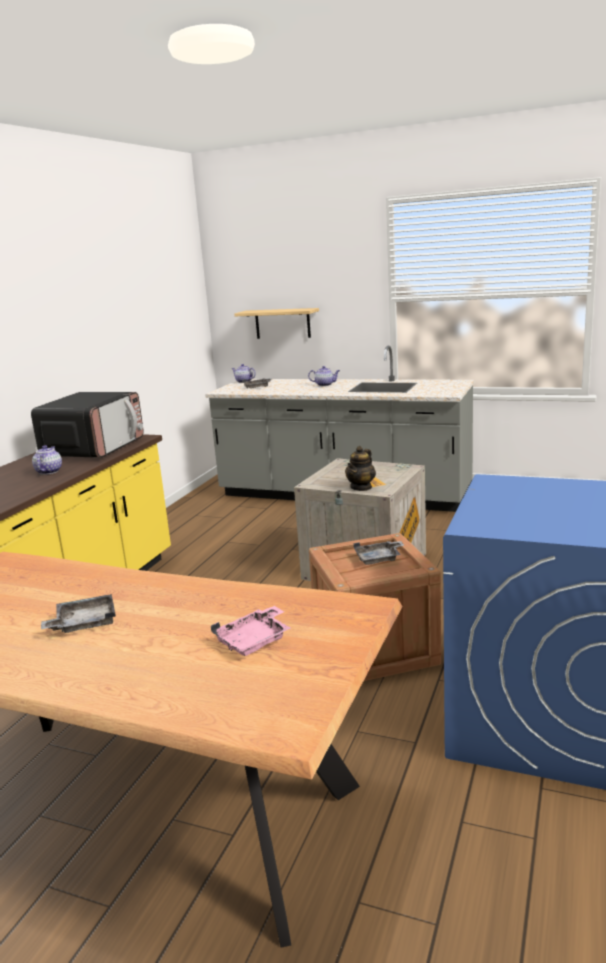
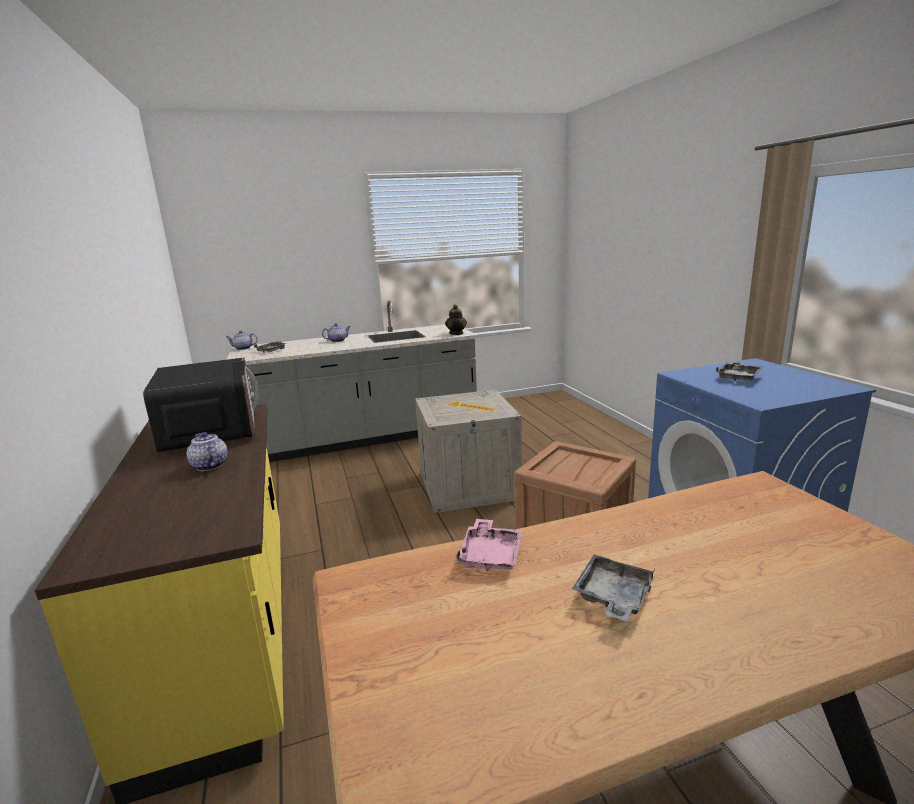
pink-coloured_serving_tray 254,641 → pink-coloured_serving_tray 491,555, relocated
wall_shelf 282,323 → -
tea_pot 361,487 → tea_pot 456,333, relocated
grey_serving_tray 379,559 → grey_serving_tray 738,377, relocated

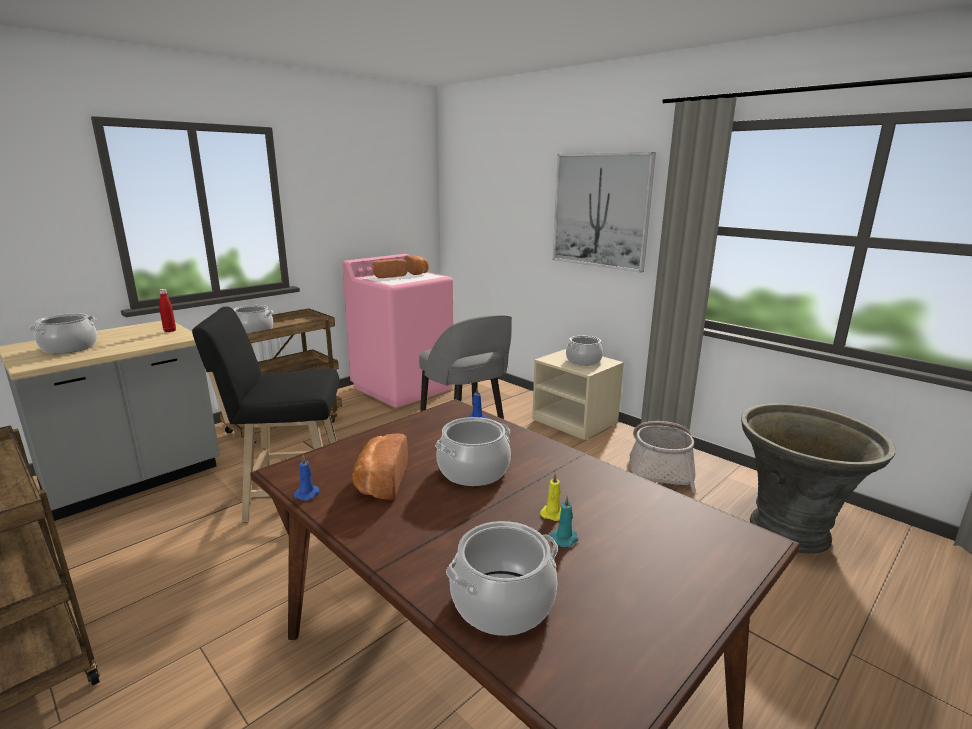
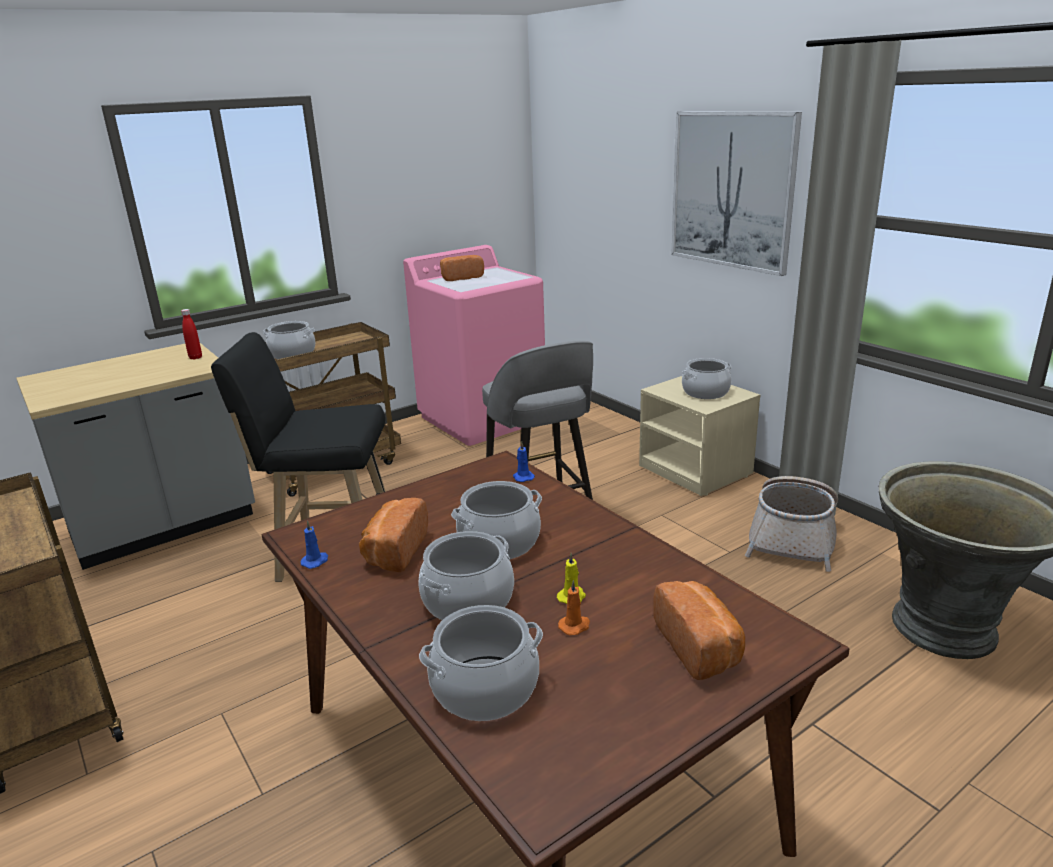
stockpot 69,347 → stockpot 468,601, relocated
bread 417,272 → bread 700,647, relocated
blue-green_wax_candle 565,539 → orange-coloured_wax_candle 575,626

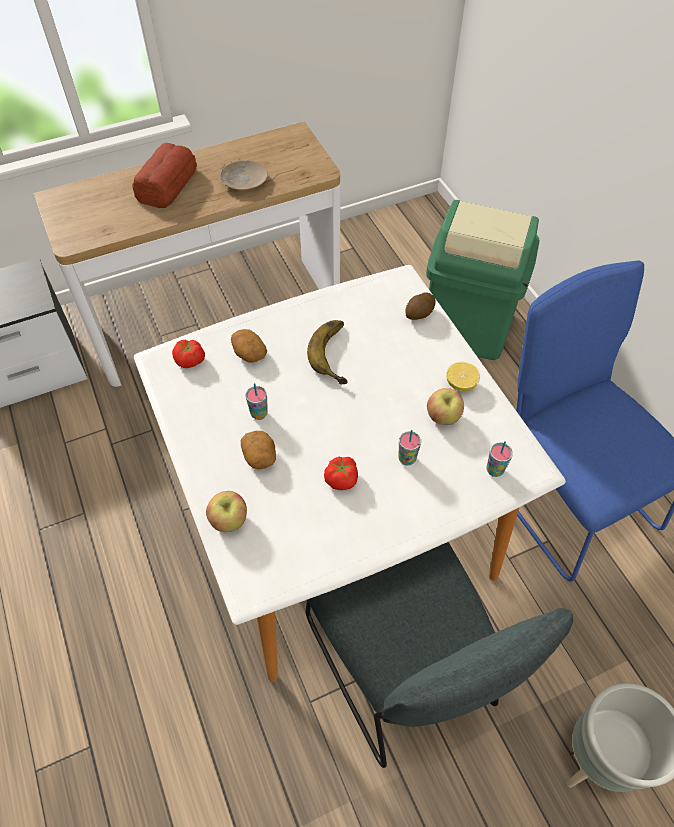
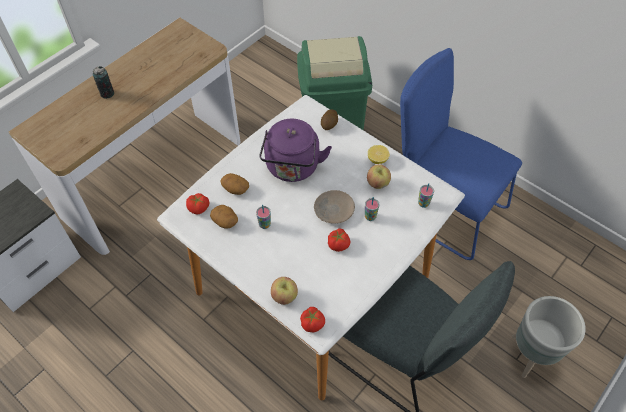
bread 166,185 → sealed_can 107,93
beige_flat_dish 244,181 → beige_flat_dish 333,210, relocated
potato 260,456 → potato 225,221, relocated
banana_fruit 337,354 → purple-coloured_water_kettle 292,168
- → whole_tomato 312,323

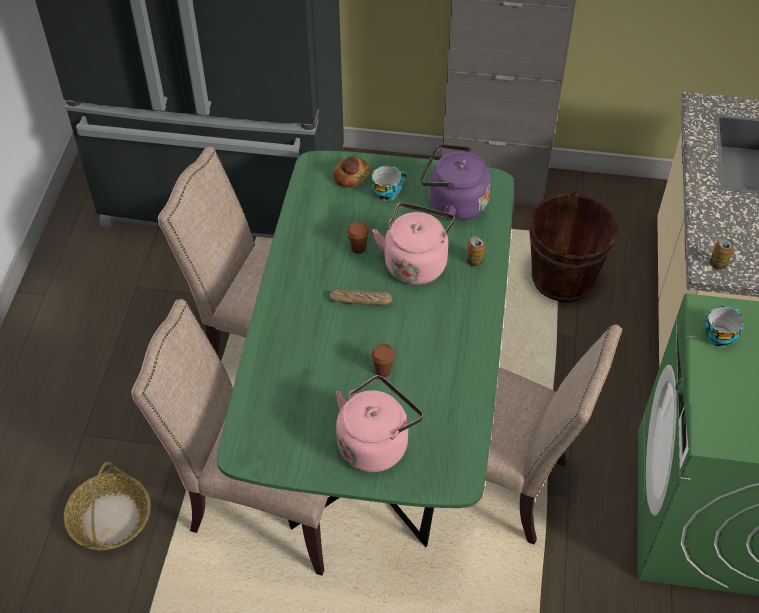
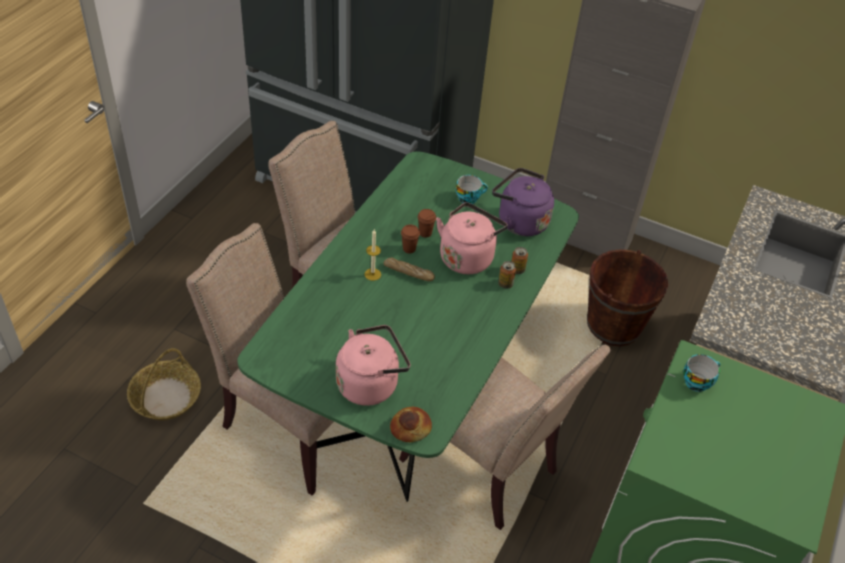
bread 351,177 → bread 410,428, relocated
brown-coloured_drinking_cup 383,370 → brown-coloured_drinking_cup 409,249, relocated
sealed_can 718,264 → sealed_can 505,284, relocated
- → wax_candle 372,274

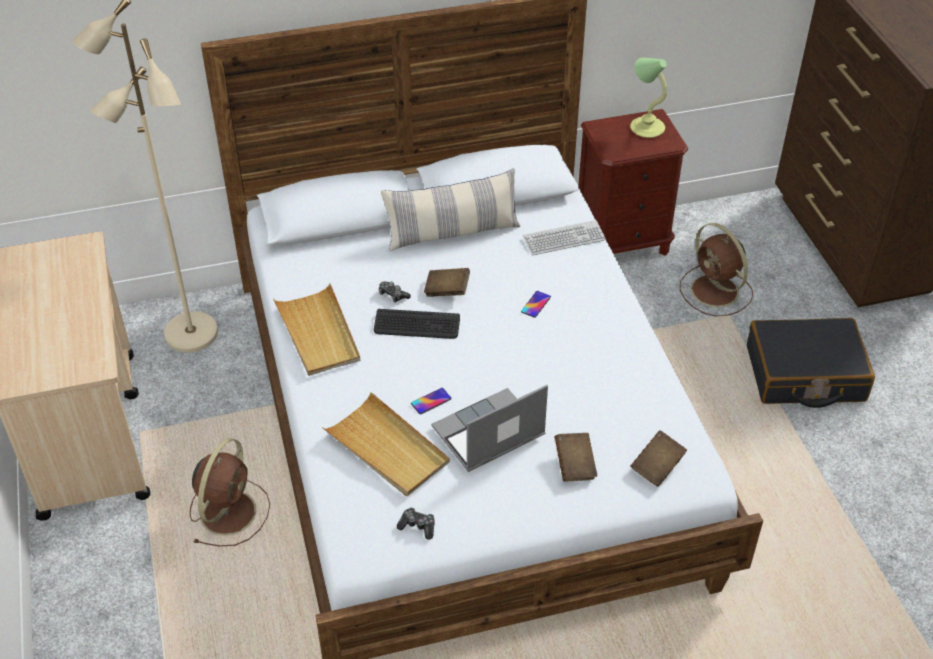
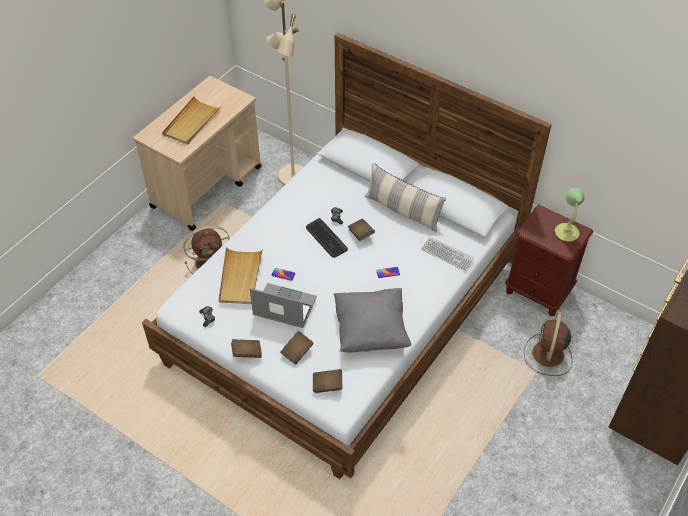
beige_serving_tray 318,333 → beige_serving_tray 191,123, relocated
black-coloured_piece_of_luggage 805,374 → -
- → brown-coloured_volume 247,353
- → grey_cushion 371,331

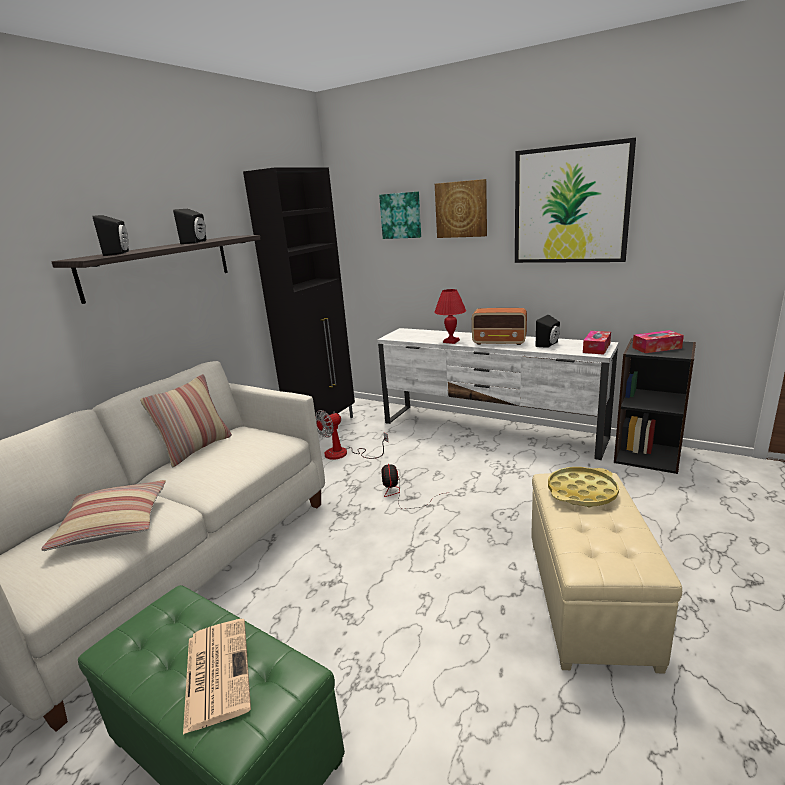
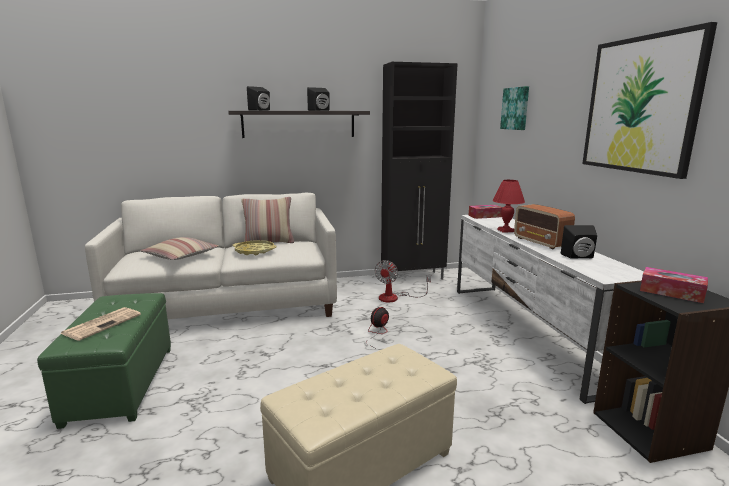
fan 344,454 → fan 395,297, 75 degrees counterclockwise
wall_picture 461,209 → -
yellowish_serving_tray 582,492 → yellowish_serving_tray 254,251, relocated
box_of_tissues 596,348 → box_of_tissues 485,216, relocated

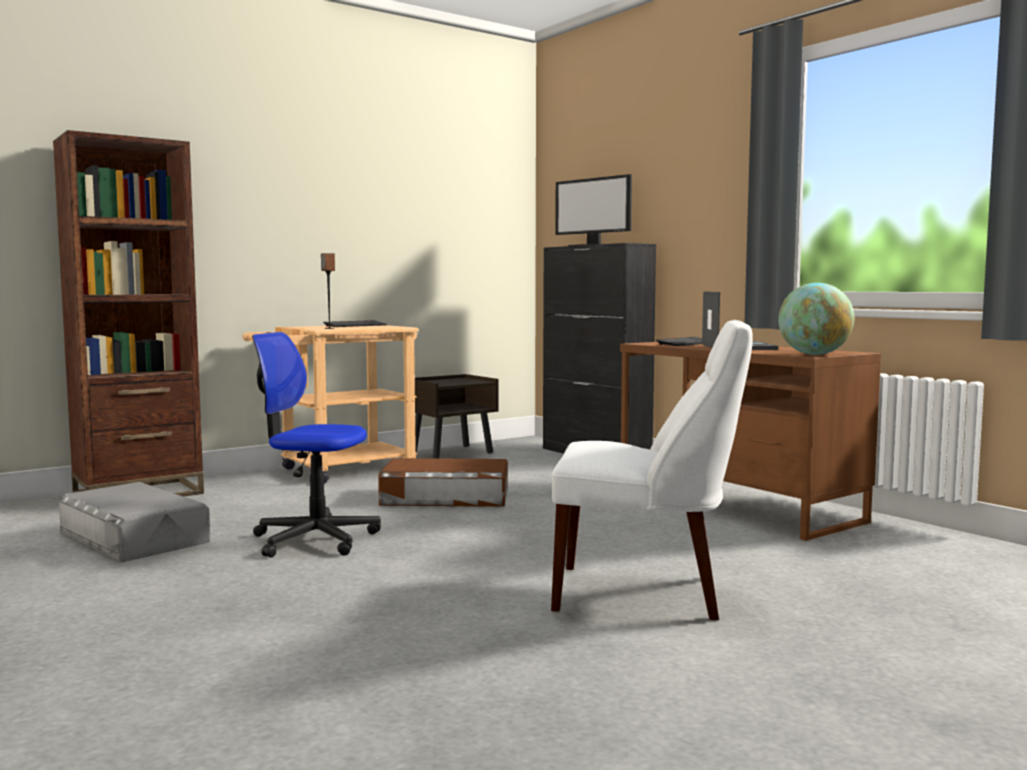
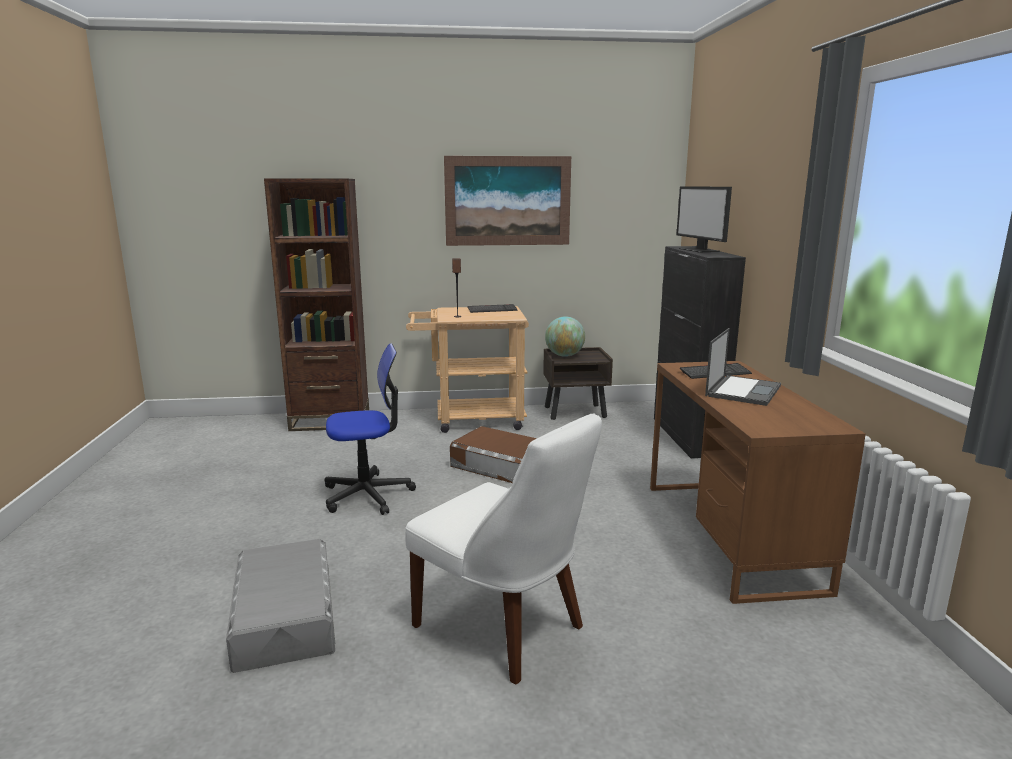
grey_storage_container 133,537 → grey_storage_container 284,614, relocated
office_chair 314,539 → office_chair 367,495, 120 degrees clockwise
globe 814,354 → globe 564,355, relocated
- → wall_picture 507,201

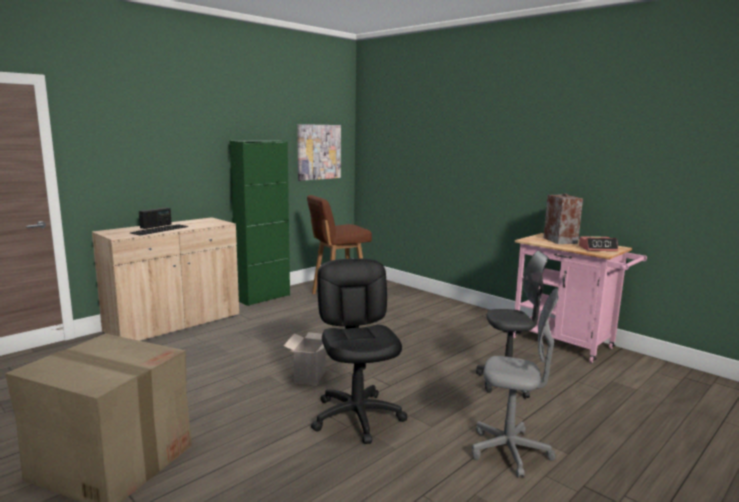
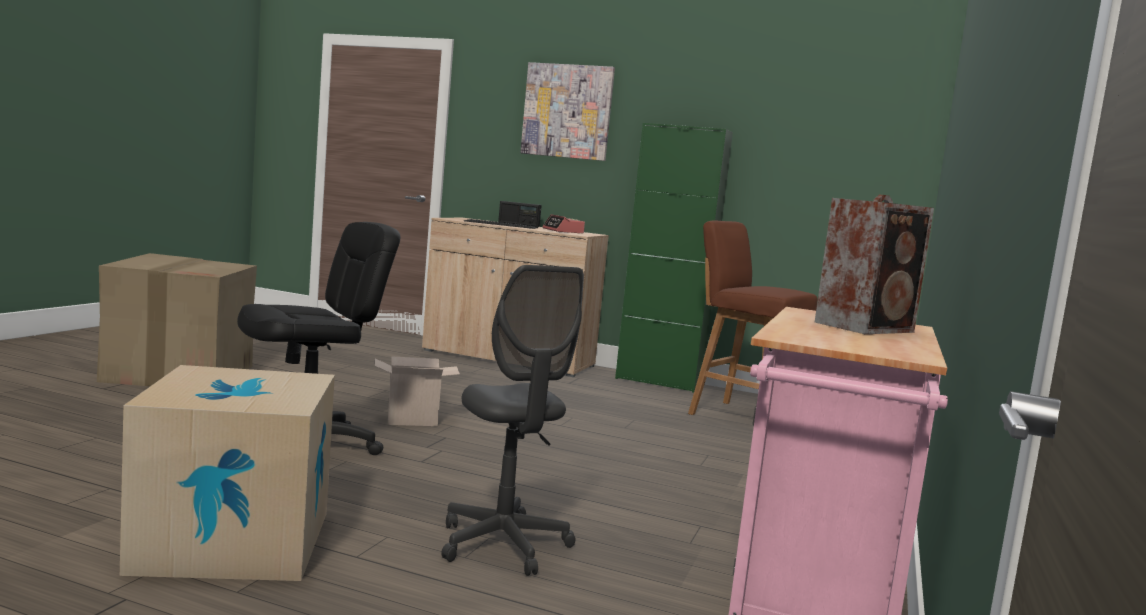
wall_picture 318,152 → wall_picture 567,111, relocated
grey_office_chair 509,451 → cardboard_box 233,541
alarm_clock 598,248 → alarm_clock 563,231, relocated

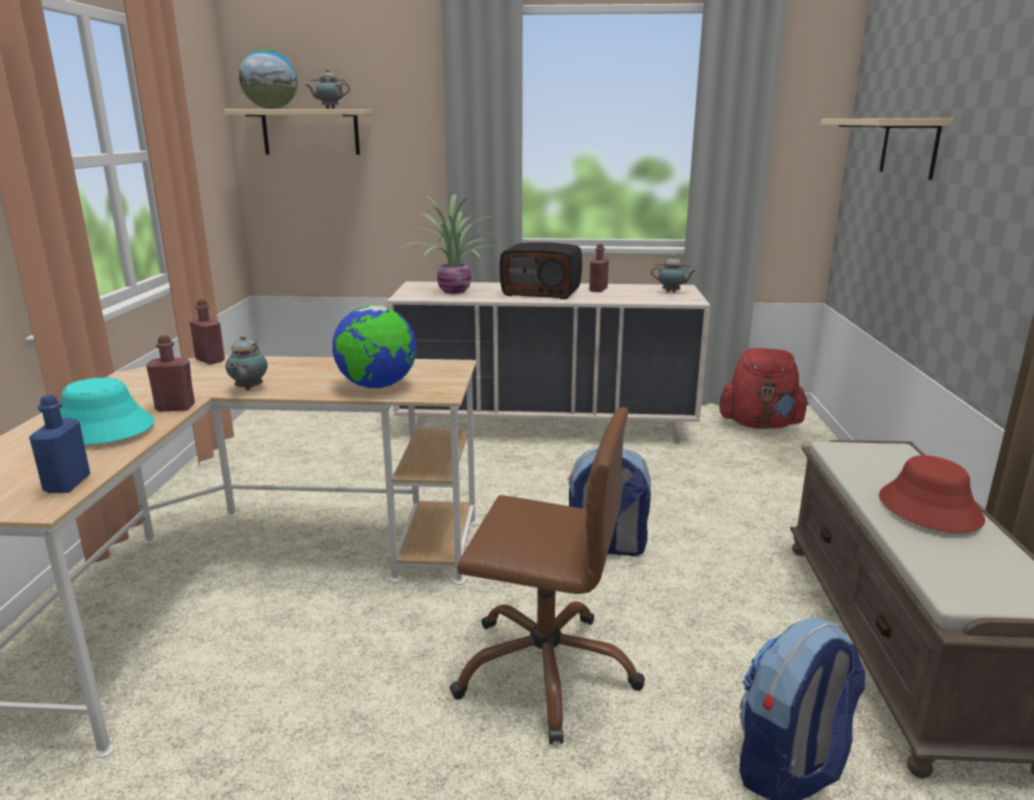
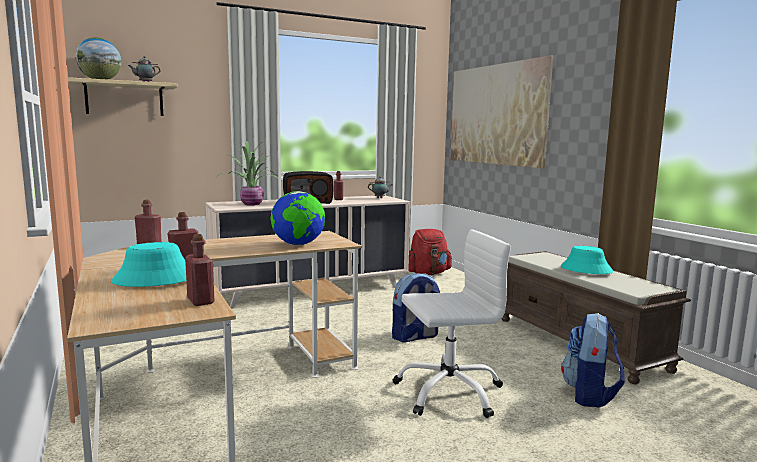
blue_beverage_bottle 67,484 → red_beverage_bottle 200,301
tea_pot 248,389 → -
brown-coloured_office_chair 546,670 → white-coloured_office_chair 448,392
beige_wall_shelf 909,147 → wall_picture 496,115
red_hat 928,508 → blue-green_hat 586,269

